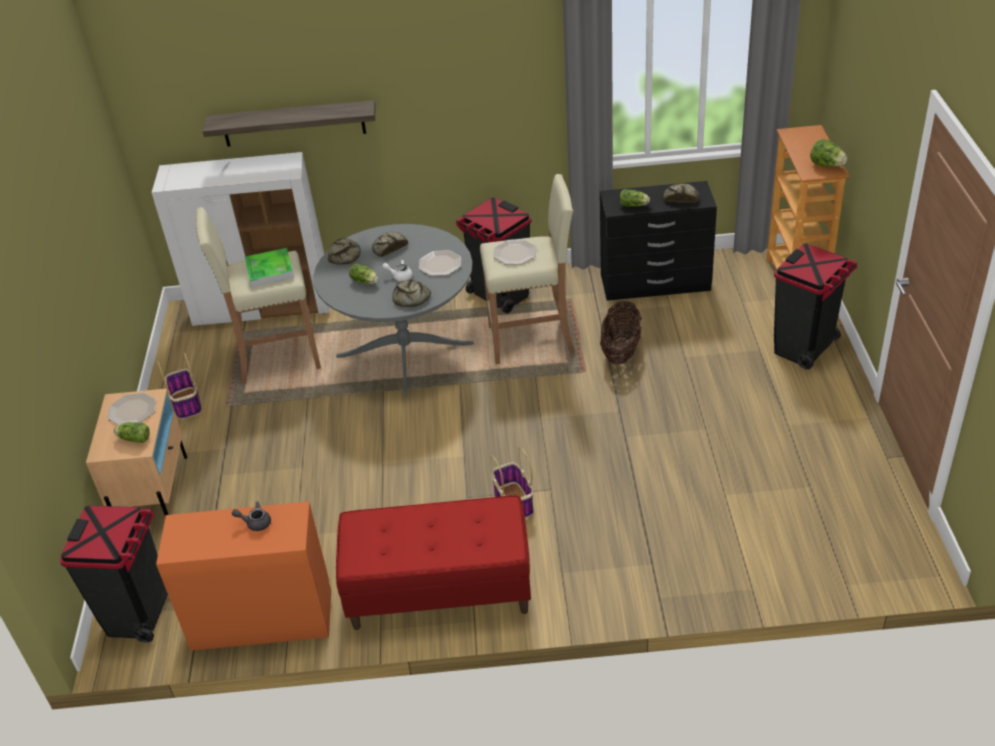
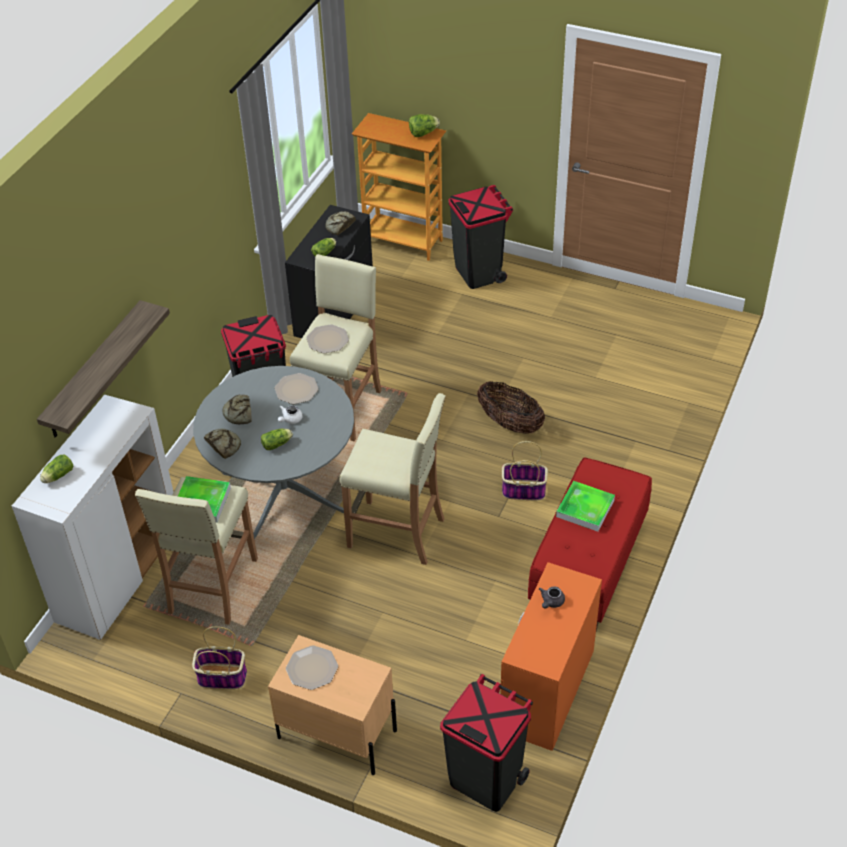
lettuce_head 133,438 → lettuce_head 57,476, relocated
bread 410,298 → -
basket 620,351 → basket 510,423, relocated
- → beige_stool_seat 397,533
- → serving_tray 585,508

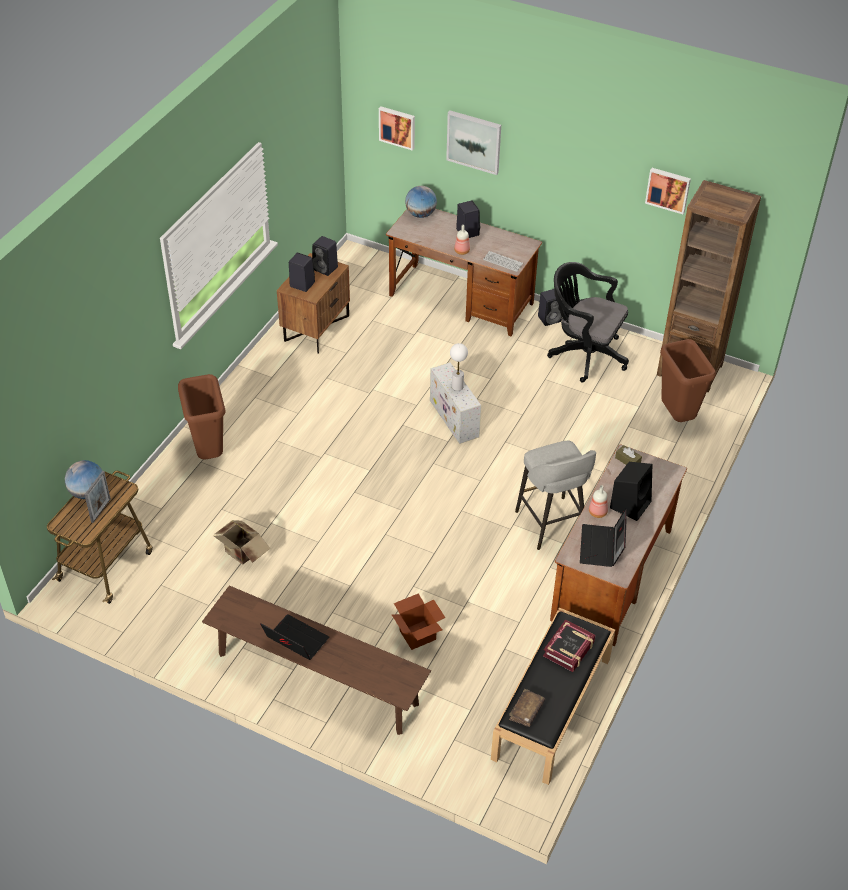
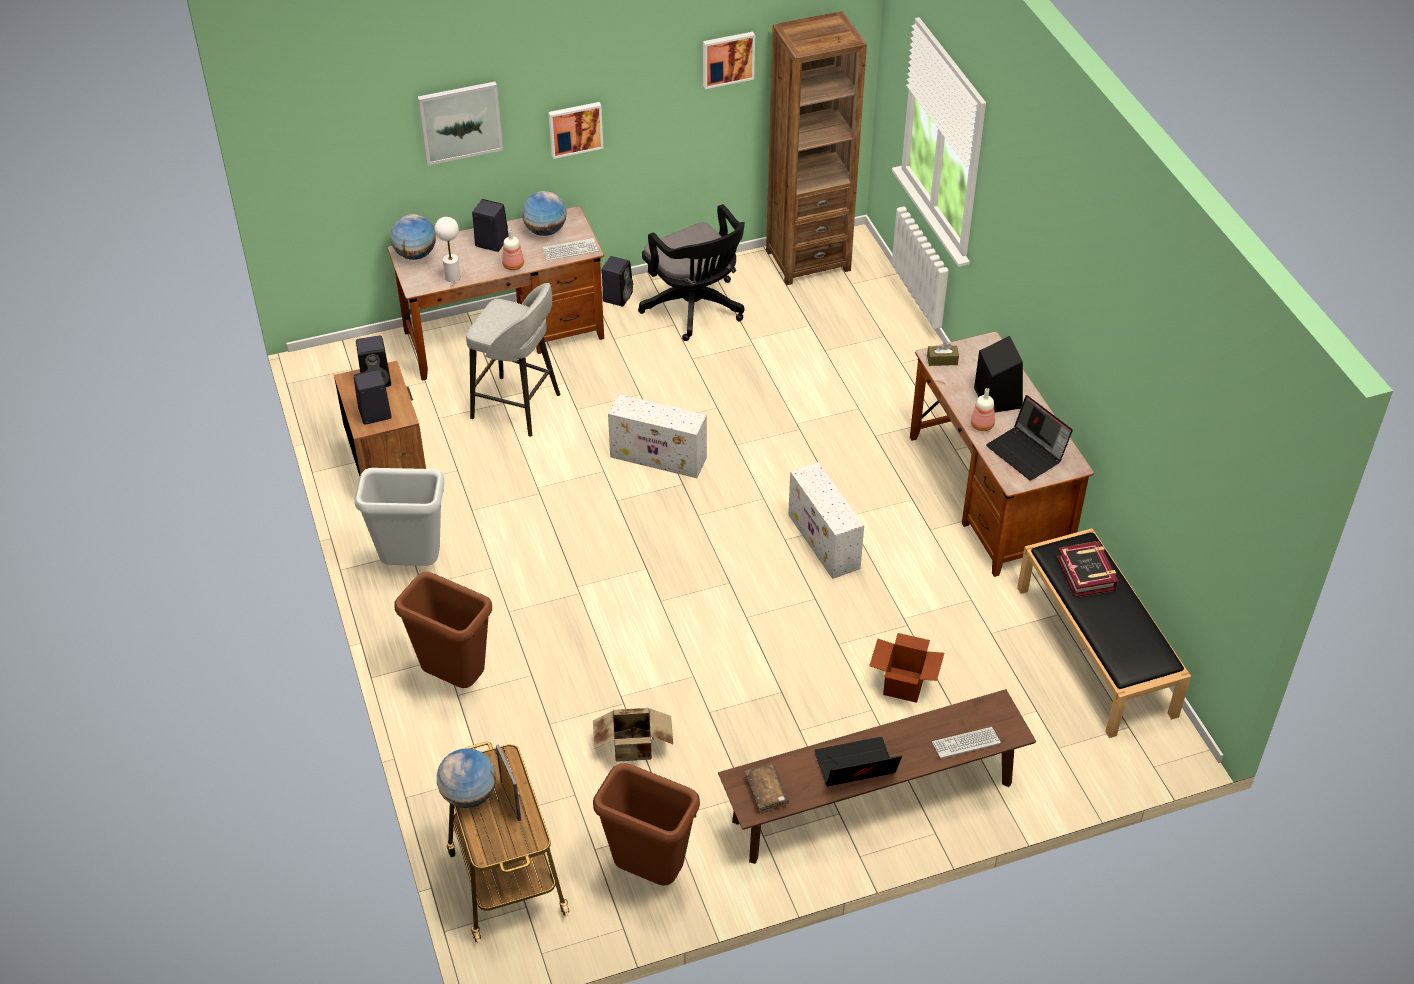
wall_picture 397,127 → wall_picture 575,128, relocated
white-coloured_table_lamp 457,386 → white-coloured_table_lamp 452,277, relocated
brown-coloured_volume 526,711 → brown-coloured_volume 766,792, relocated
grey_stool_seat 551,525 → grey_stool_seat 518,407, relocated
black-coloured_office_chair 584,354 → black-coloured_office_chair 695,309, 105 degrees counterclockwise
brown-coloured_trash_can 677,417 → brown-coloured_trash_can 650,872, relocated
- → grey_trash_can 411,565
- → globe 545,231
- → white-coloured_storage_container 824,542
- → computer_keyboard 965,743

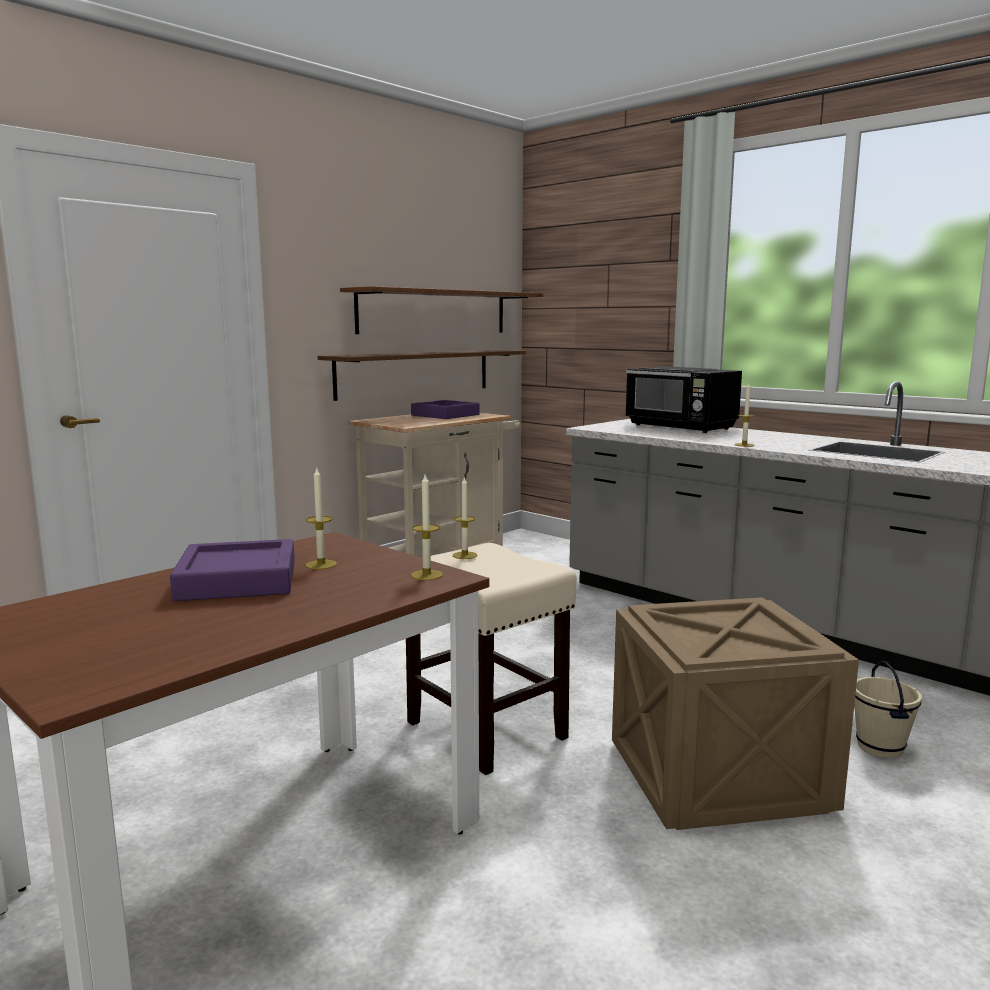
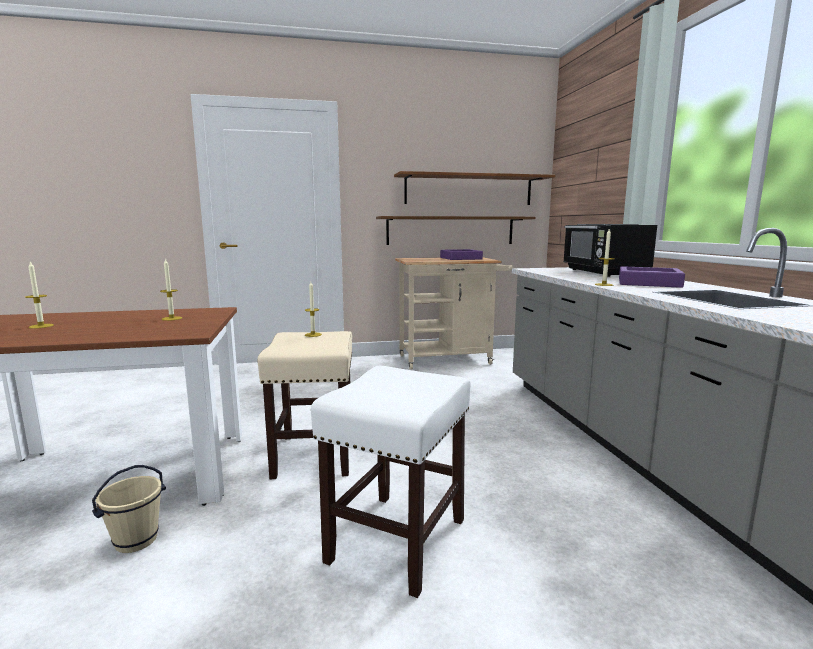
purple-coloured_serving_tray 238,580 → purple-coloured_serving_tray 648,283, relocated
wax_candle 426,575 → wax_candle 41,326, relocated
packing_crate 721,776 → white-coloured_stool_seat 397,541
beige_water_bucket 879,747 → beige_water_bucket 136,540, relocated

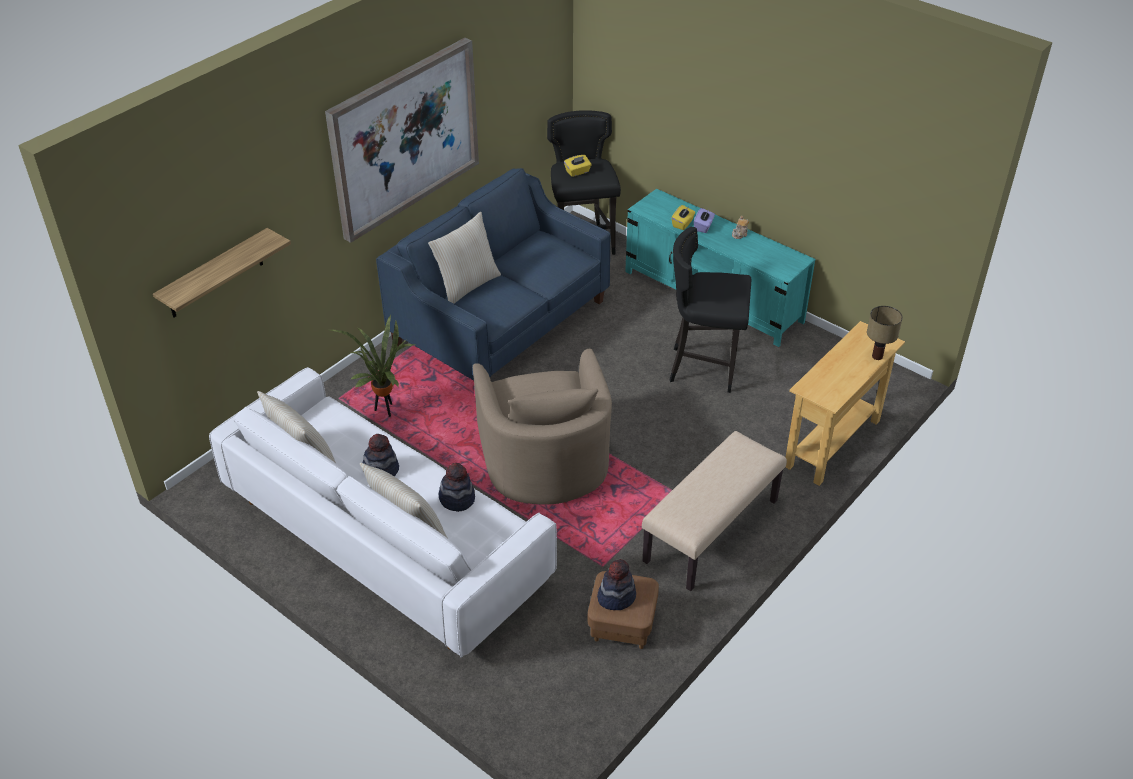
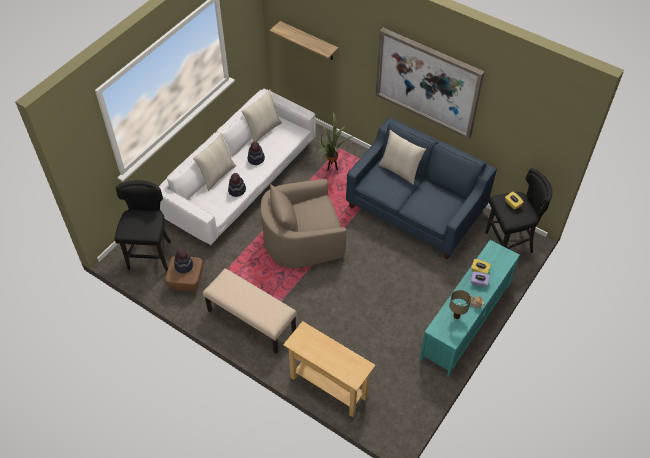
black-coloured_stool_seat 704,367 → black-coloured_stool_seat 151,256, relocated
table_lamp 876,356 → table_lamp 457,316, relocated

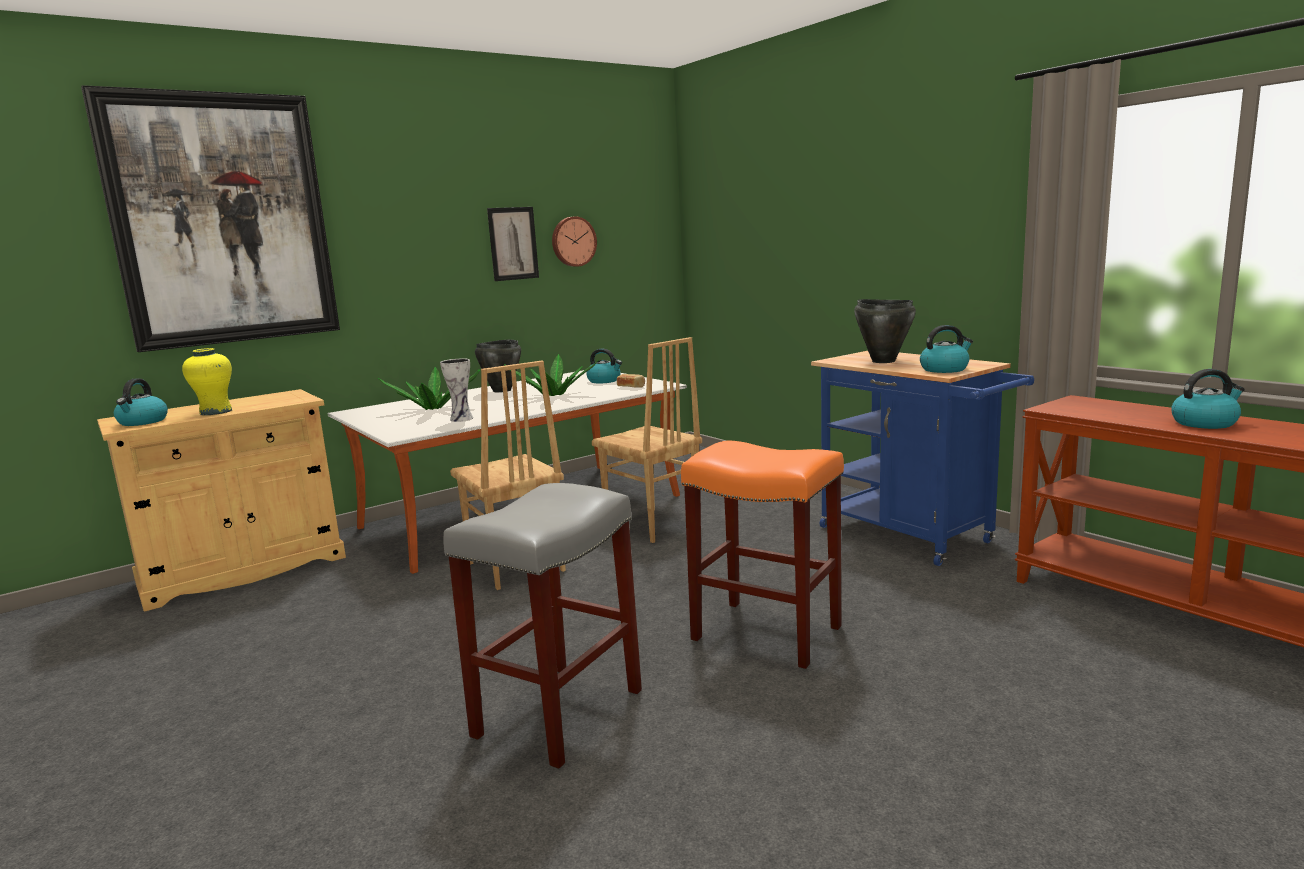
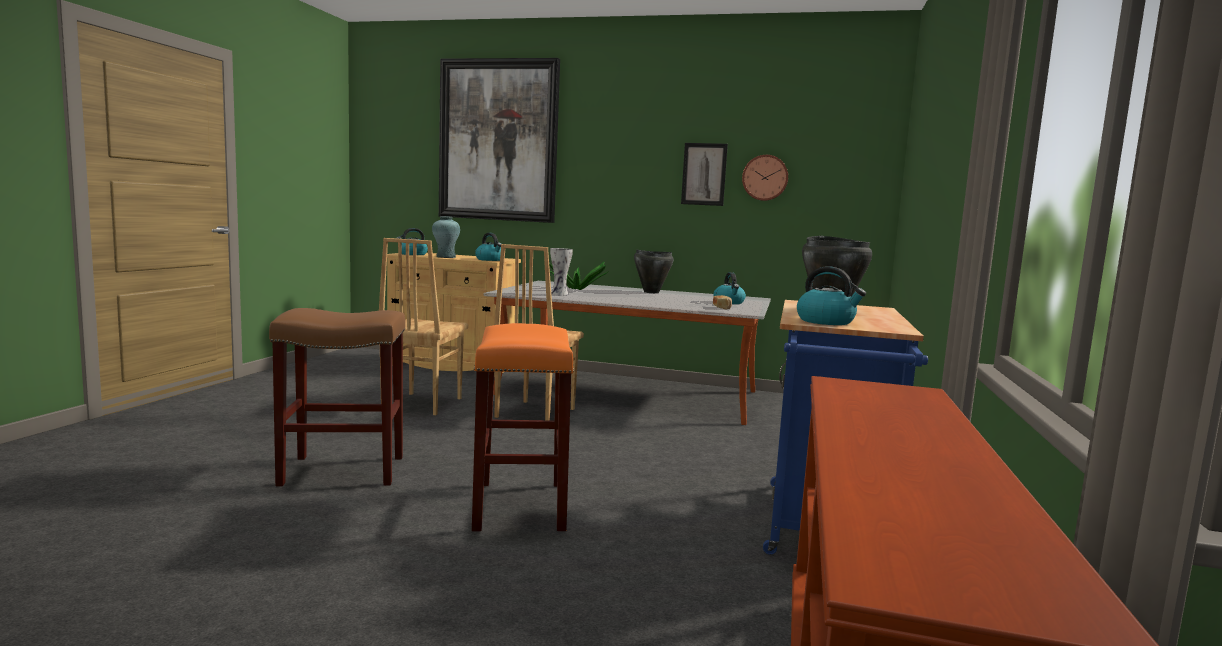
yellowish_flower_vase 216,412 → blue-green_flower_vase 446,257
grey_stool_seat 559,711 → brown-coloured_stool_seat 345,470
houseplant 554,395 → -
brown-coloured_chair 652,525 → brown-coloured_chair 420,404, relocated
water_kettle 1205,423 → water_kettle 490,260, relocated

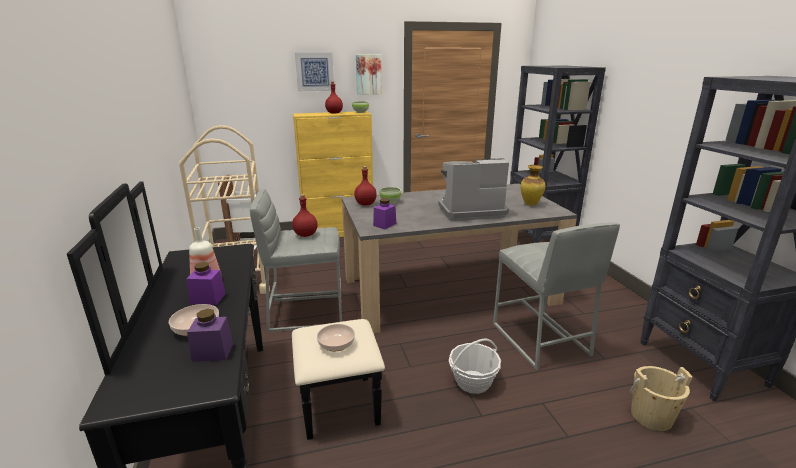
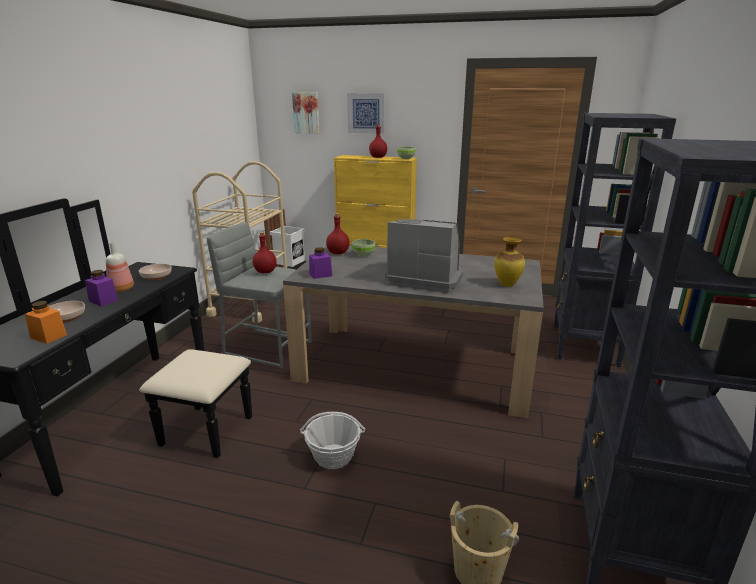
purple-coloured_preserve_jar 213,352 → orange-coloured_preserve_jar 48,336
bowl 336,344 → bowl 156,277, relocated
wall_picture 368,74 → wall_picture 306,112, relocated
grey_stool_seat 539,339 → -

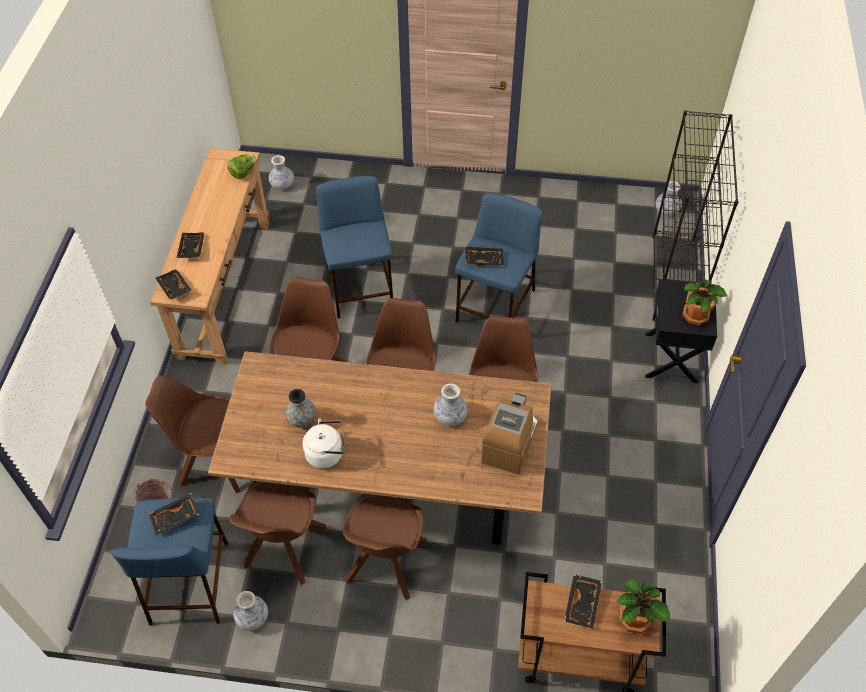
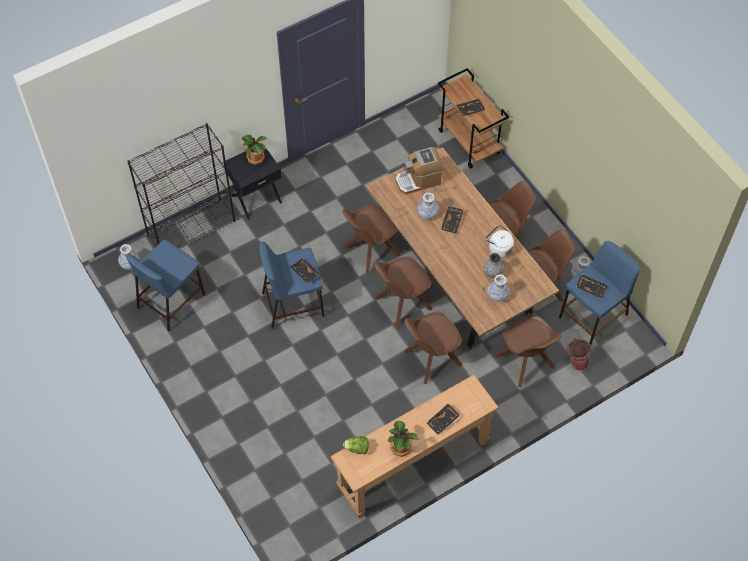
black-coloured_serving_tray 173,288 → black-coloured_serving_tray 452,222, relocated
flower_vase 282,184 → flower_vase 497,295, relocated
blue_stool_seat 360,287 → blue_stool_seat 171,300, relocated
houseplant 635,619 → houseplant 401,447, relocated

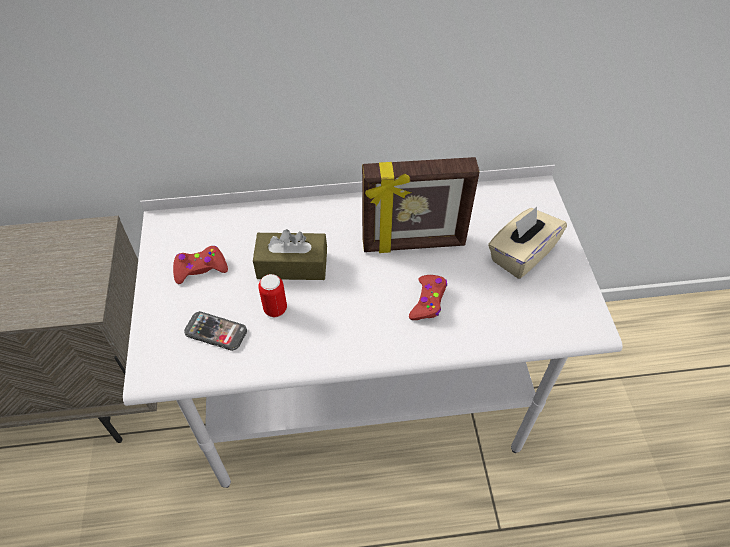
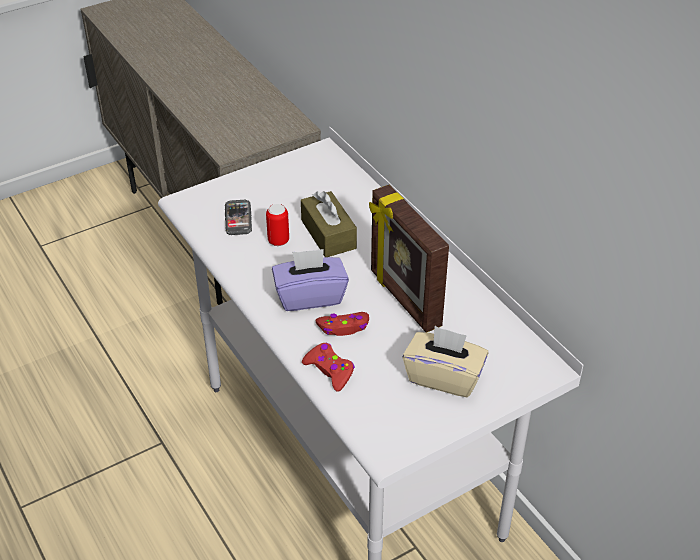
red_joypad 200,268 → red_joypad 329,370, relocated
- → purple-coloured_box_of_tissues 310,296

